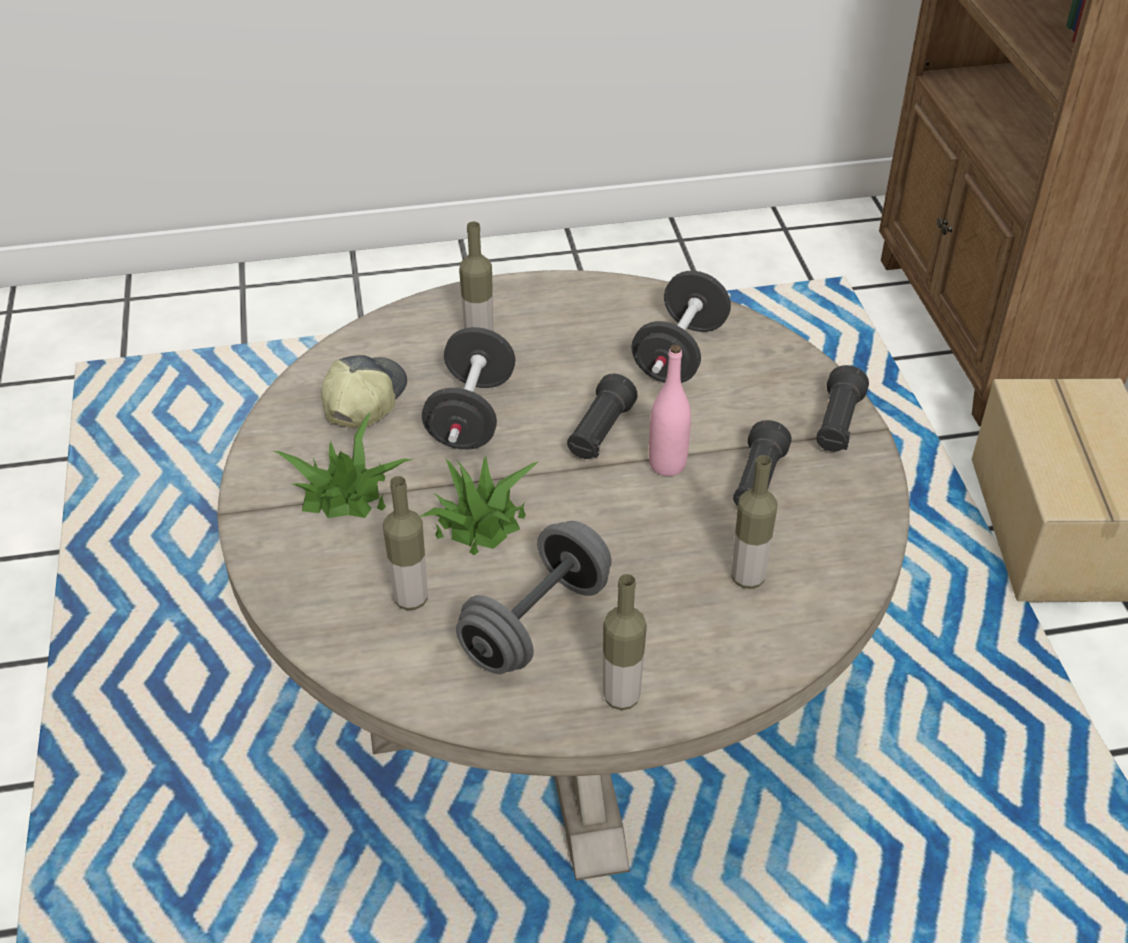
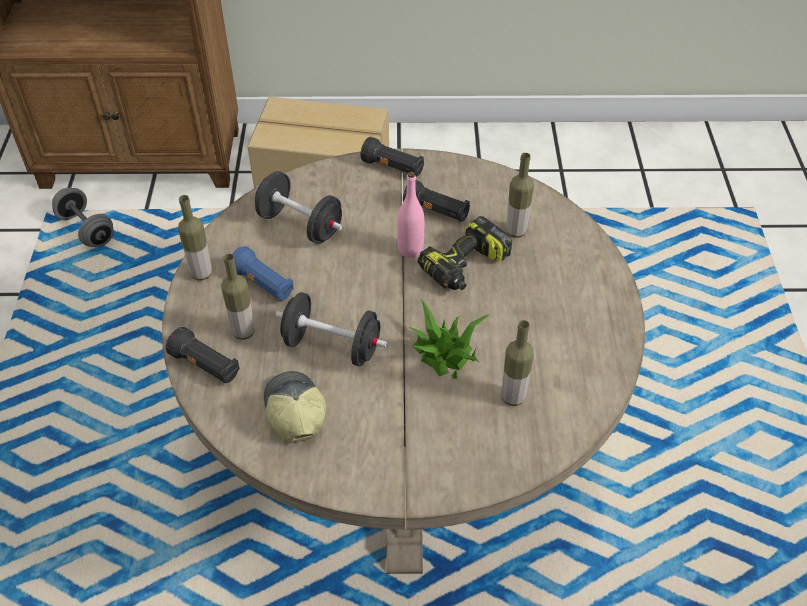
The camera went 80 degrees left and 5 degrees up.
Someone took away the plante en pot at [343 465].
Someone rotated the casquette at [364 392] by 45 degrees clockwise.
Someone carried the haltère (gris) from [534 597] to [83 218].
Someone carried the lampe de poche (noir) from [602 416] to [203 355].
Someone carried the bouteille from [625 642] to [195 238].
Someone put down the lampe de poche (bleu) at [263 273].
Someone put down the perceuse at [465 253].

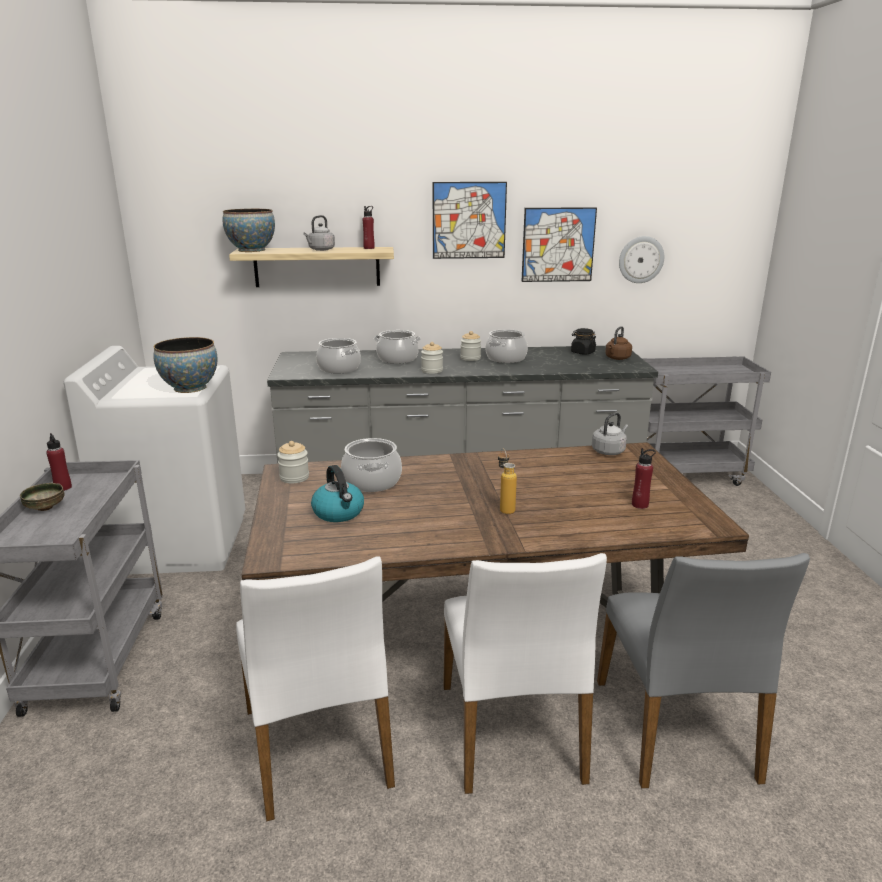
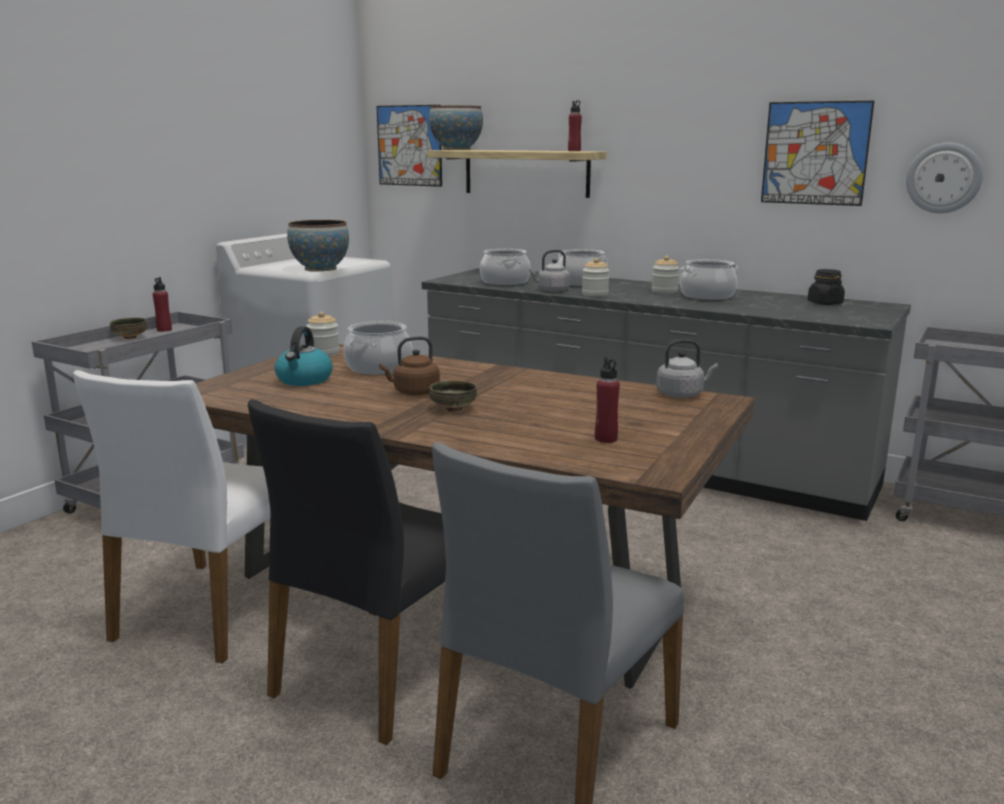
The camera went 35 degrees right and 5 degrees down.
Someone carried the bouilloire (gris) from [319 233] to [550 271].
Someone carried the tableau from [470 220] to [409 146].
Someone repainted the chaise (blanc) at [525 673], which became the chaise (noir) at [347 572].
Someone swapped the bouteille at [507 481] for the bol at [453 396].
Someone carried the bouilloire (marron) from [618 343] to [409 366].

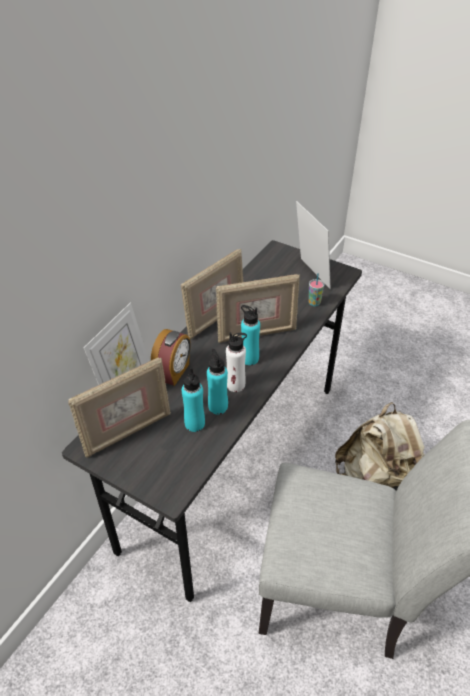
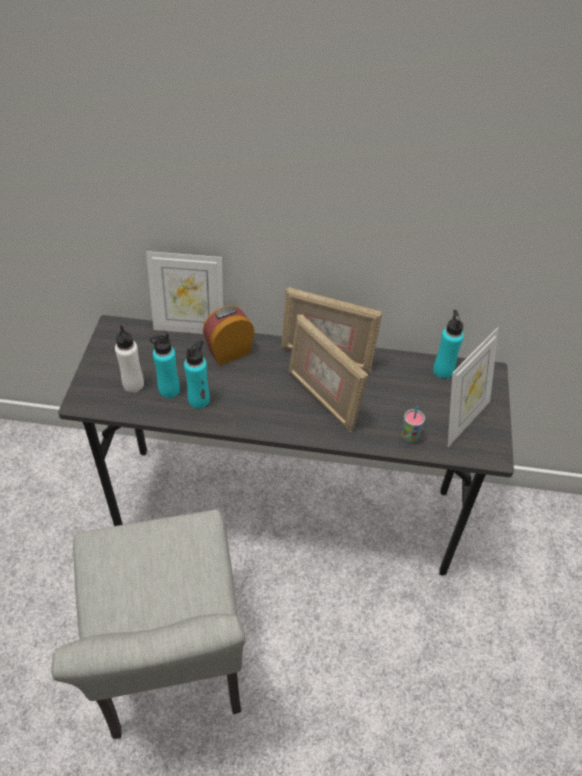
The camera went 65 degrees right and 5 degrees up.
Someone took away the cadre photo at [119 408].
Someone rotated the réveil at [171 357] by 150 degrees clockwise.
Someone carried the bouteille (blanc) from [236 362] to [129 359].
Someone carried the bouteille (turquoise) from [250 335] to [448 344].
Someone took away the sac à dos (beige) at [380 446].

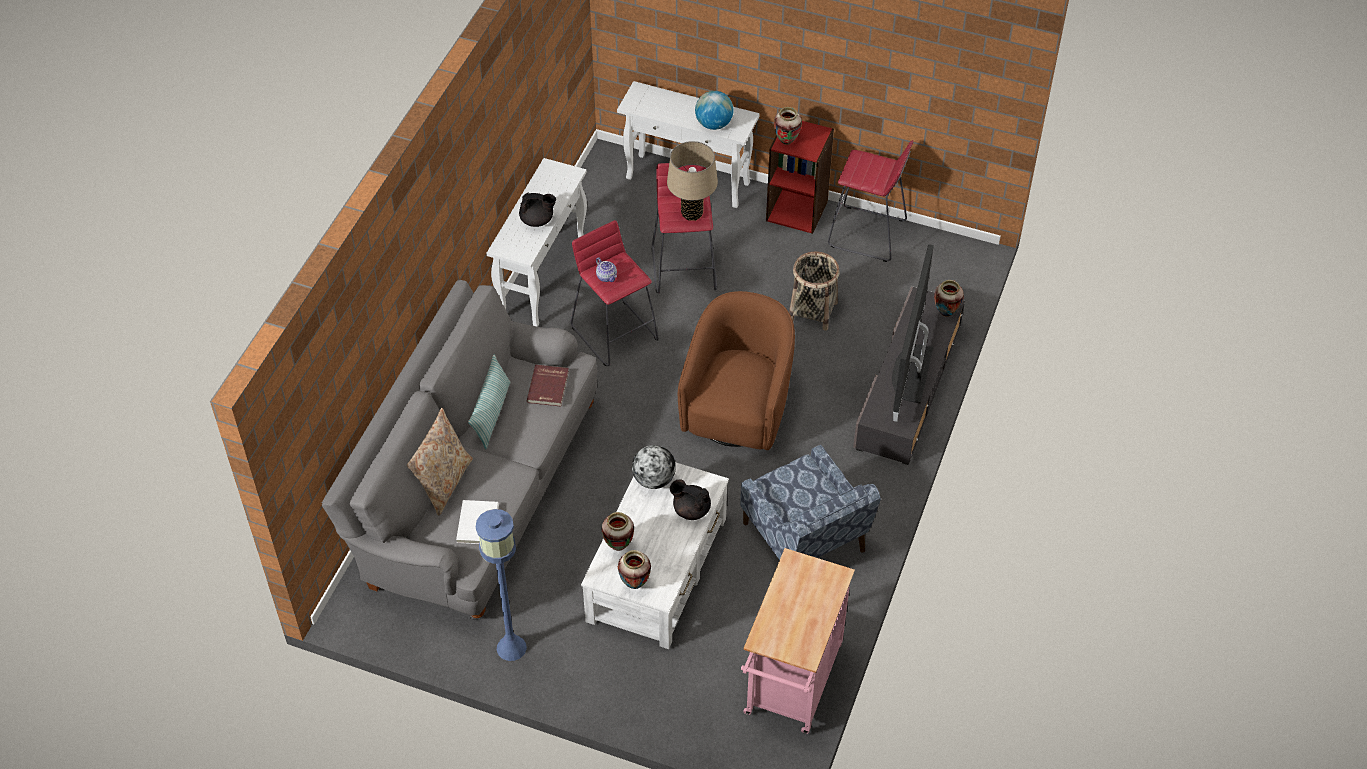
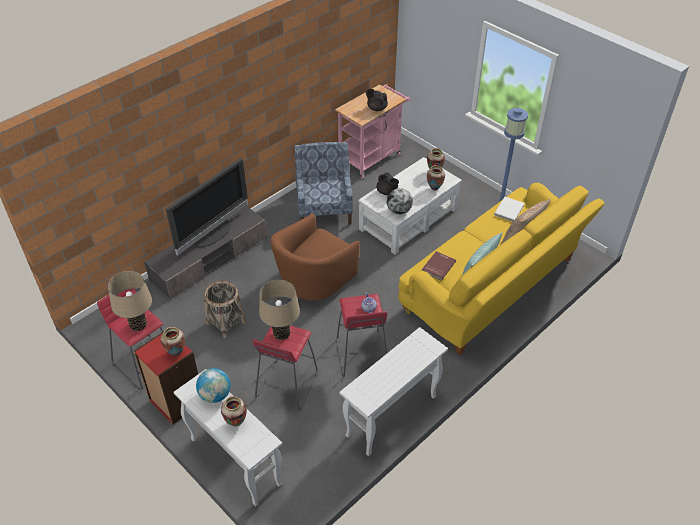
The camera went 155 degrees left and 5 degrees down.
Someone repainted the canapé (gris) at [459 450], which became the canapé (jaune) at [501 269].
Someone carried the théière (noir) from [537 210] to [377 100].
Someone carried the vase from [949 298] to [234 411].
Someone put down the lampe de table (beige) at [130 301].

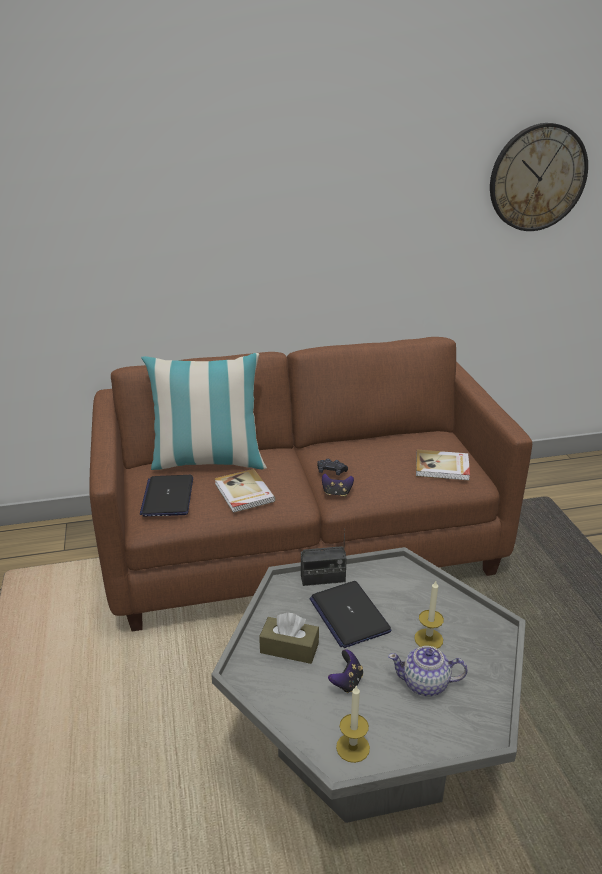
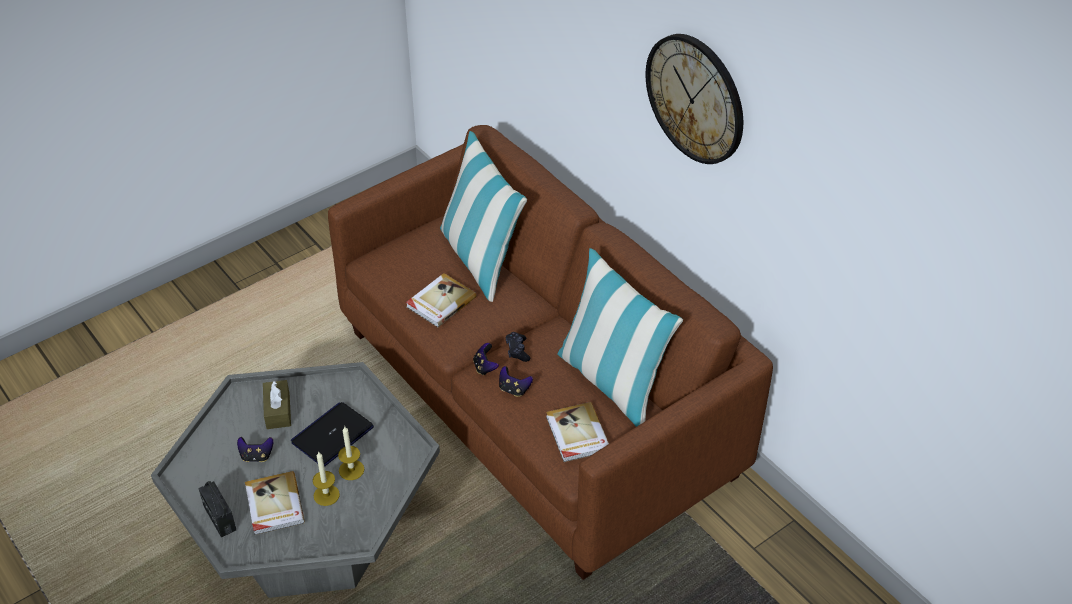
The camera went 65 degrees right and 15 degrees up.
Someone took away the ordinateur portable at [166 495].
Someone carried the radio from [324 557] to [217 509].
Someone carried the bougie from [353 724] to [351 453].
Someone swapped the théière at [428 671] for the livre at [275 503].
Someone carried the horloge murale from [539 177] to [694 99].
Someone put down the manette at [516 381].
Someone put down the coussin at [620 337].

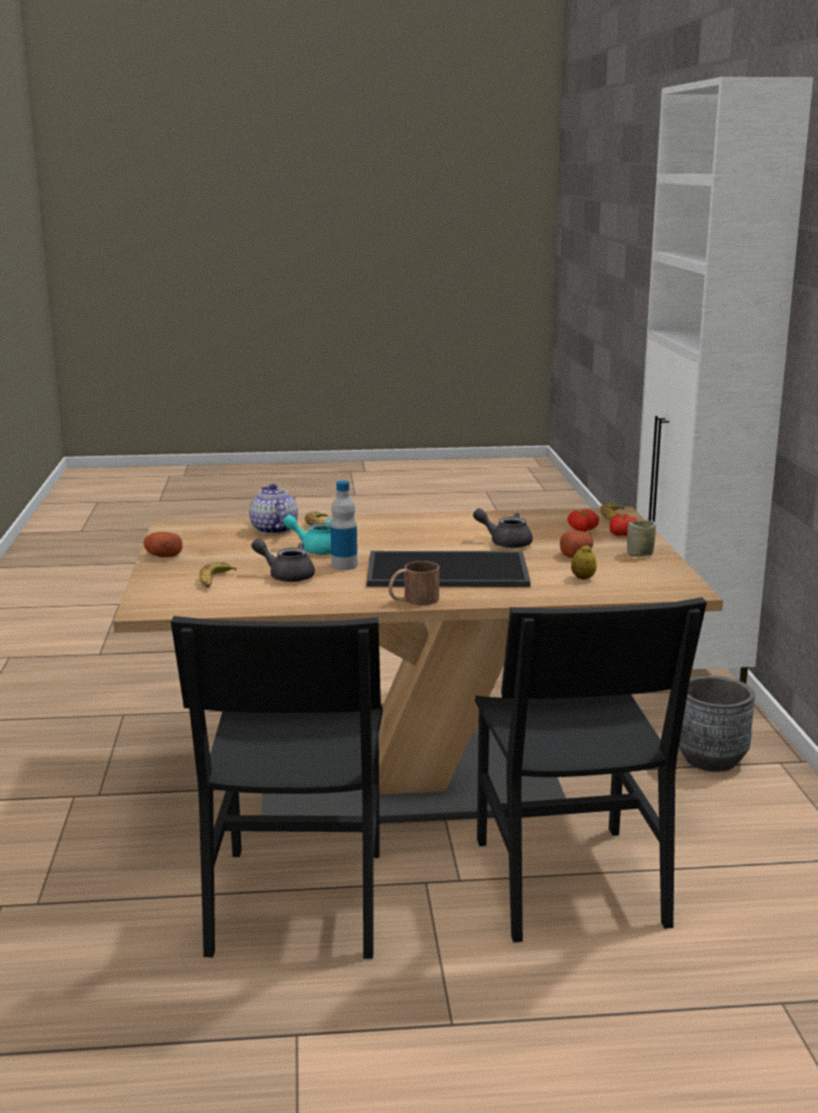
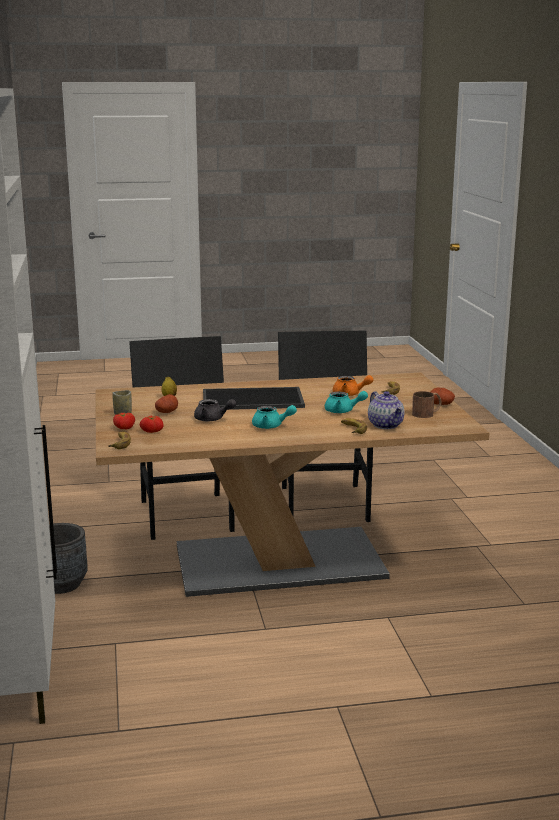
The camera went 175 degrees right and 0 degrees up.
Someone repainted the théière (gris) at [283 560], which became the théière (orange) at [353 385].
Someone took away the bouteille at [343 525].
Someone carried the mug (marron) from [413 583] to [427 404].
Someone put down the théière (turquoise) at [274 417].

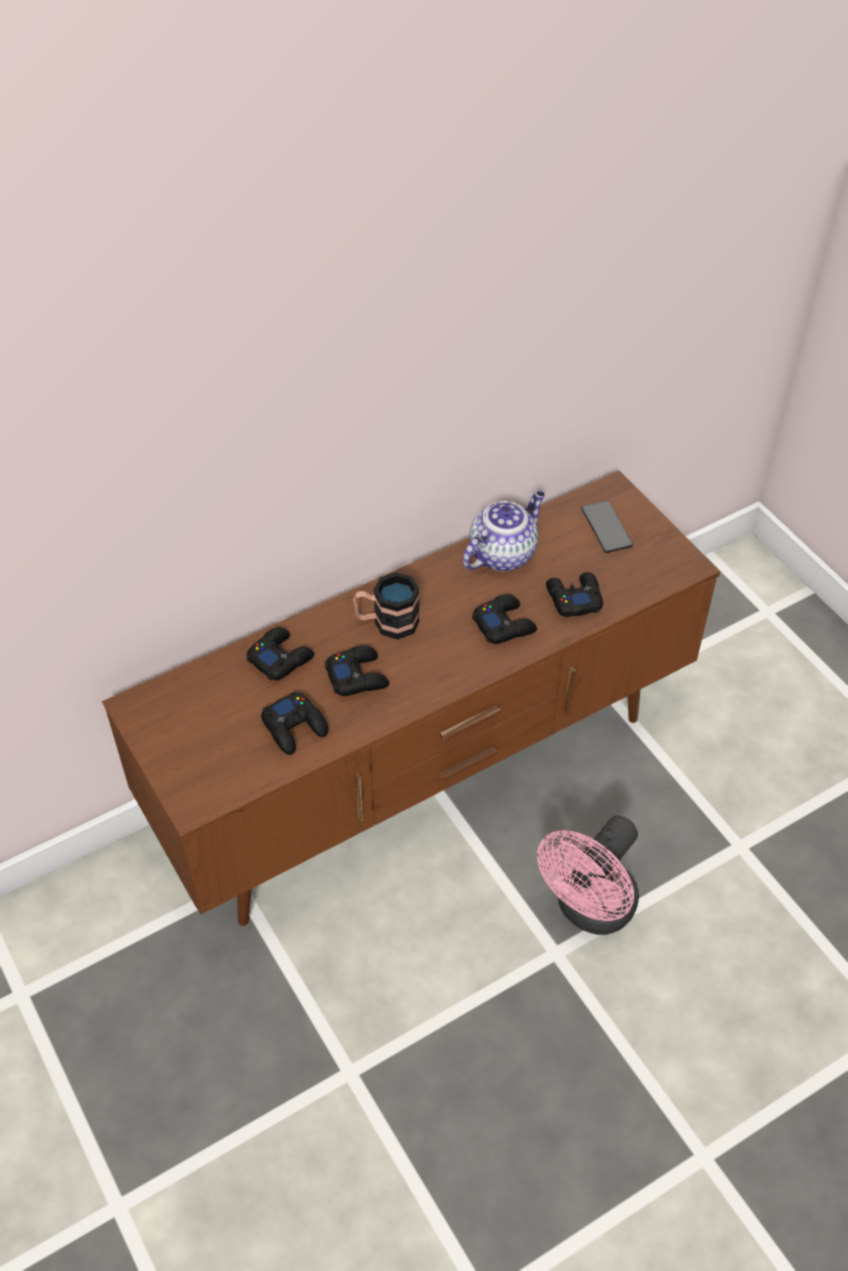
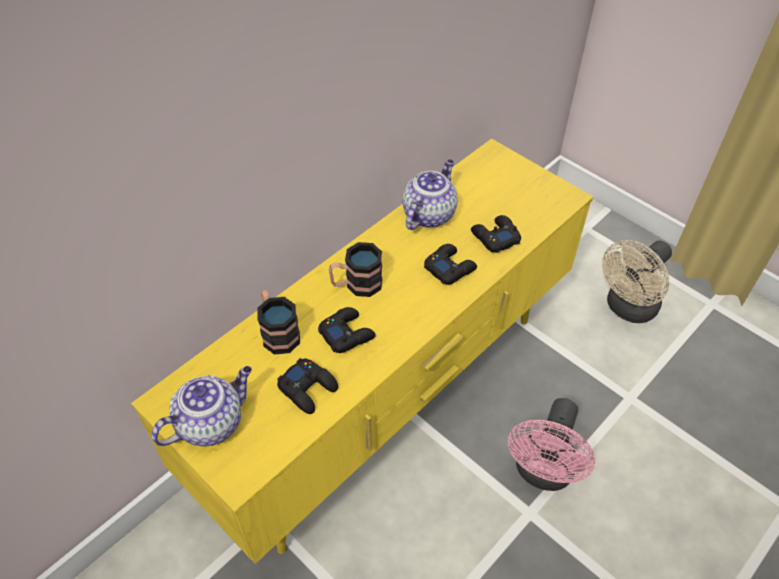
The camera went 15 degrees left and 0 degrees up.
Someone repainted the meuble télé (marron) at [411 698], which became the meuble télé (jaune) at [362 351].
Someone swapped the manette (noir) at [280 653] for the mug at [278 322].
Someone took away the téléphone at [607 526].
Someone put down the théière at [201 406].
Someone put down the ventilateur (beige) at [637 281].

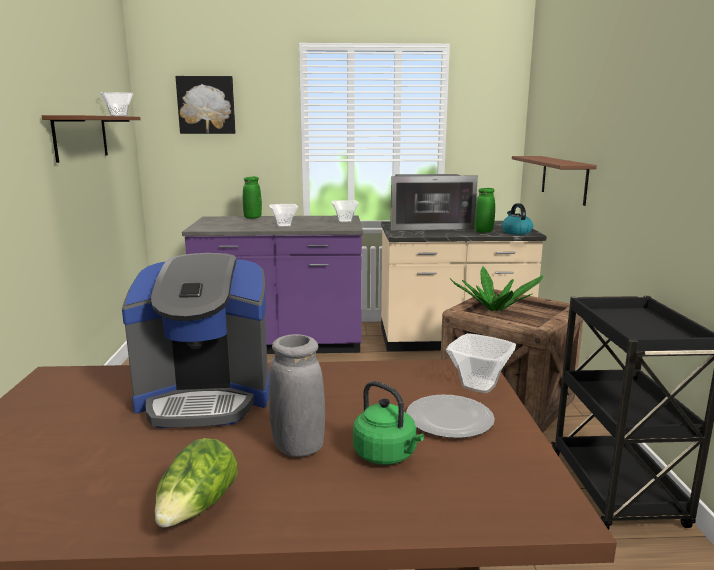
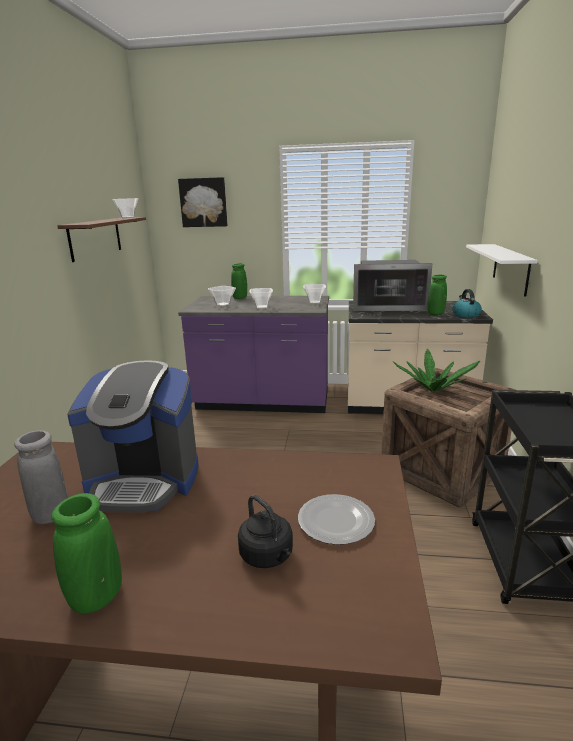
The camera went 10 degrees right and 5 degrees up.
Someone swapped the laitue at [195 482] for the vase (vert) at [86 553].
Someone carried the vase (gris) from [297 395] to [41 477].
Someone repainted the bouilloire (vert) at [388 423], which became the bouilloire (noir) at [265 531].
Someone carried the bol from [481 363] to [222 296].
Someone repainted the étagère (marron) at [554 181], which became the étagère (blanc) at [502 270].

